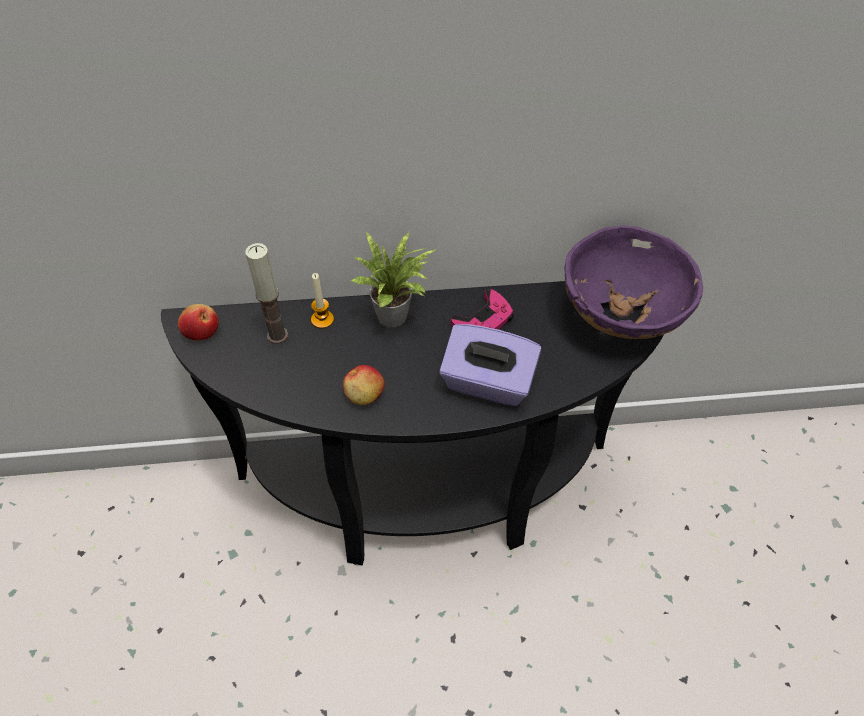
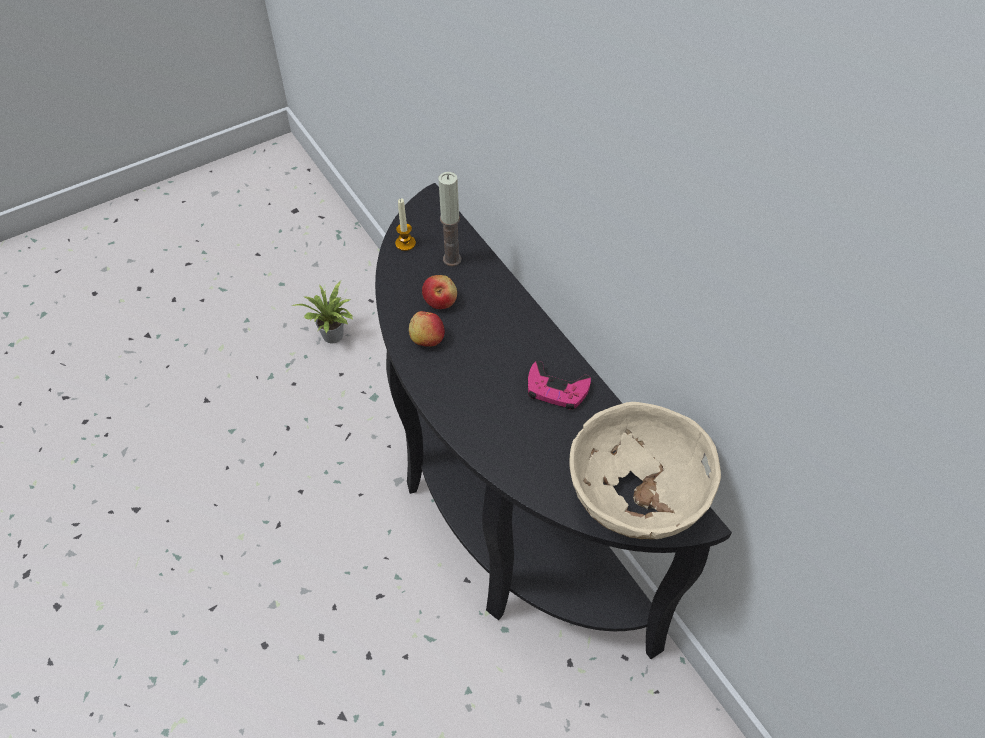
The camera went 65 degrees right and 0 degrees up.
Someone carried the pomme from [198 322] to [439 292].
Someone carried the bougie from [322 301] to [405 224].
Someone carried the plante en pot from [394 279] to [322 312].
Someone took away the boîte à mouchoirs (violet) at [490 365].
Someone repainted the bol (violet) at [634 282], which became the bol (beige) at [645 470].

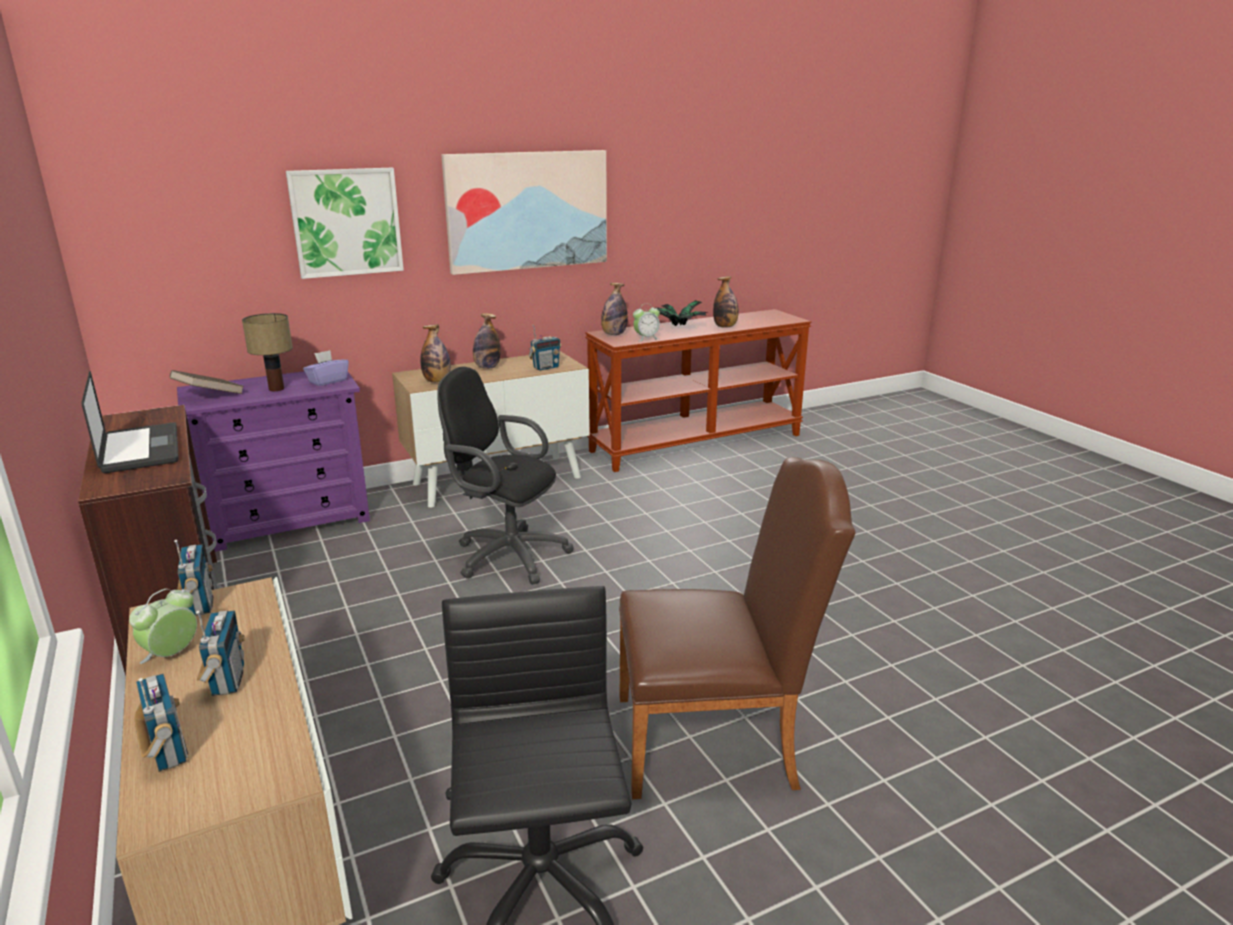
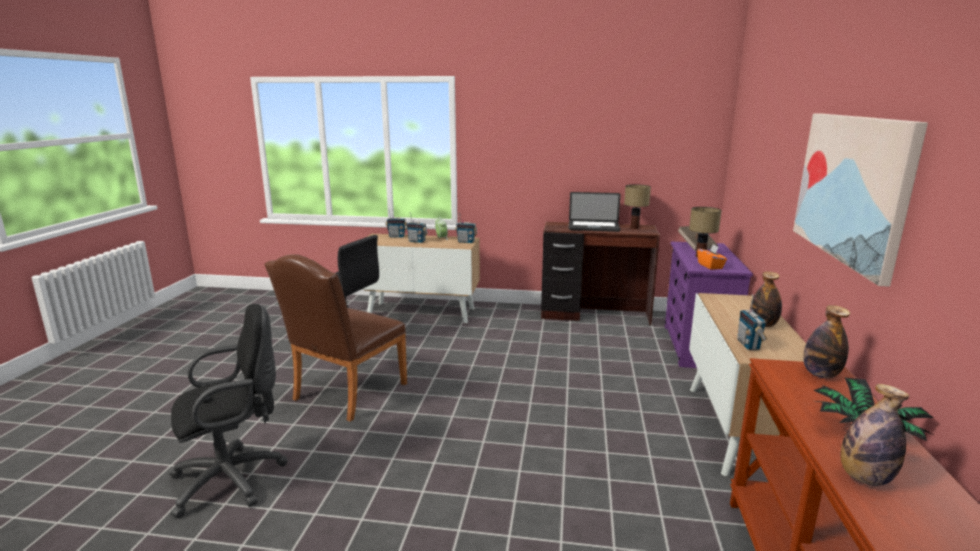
The camera went 125 degrees right and 5 degrees down.
Someone took away the tableau at [345 223].
Someone repainted the boîte à mouchoirs (violet) at [326 368], which became the boîte à mouchoirs (orange) at [712 257].
Someone took away the bouteille at [435 353].
Someone carried the chaise de bureau (noir) from [505 476] to [229 411].
Someone took away the réveil at [646 323].
Someone put down the lampe de table at [637 206].

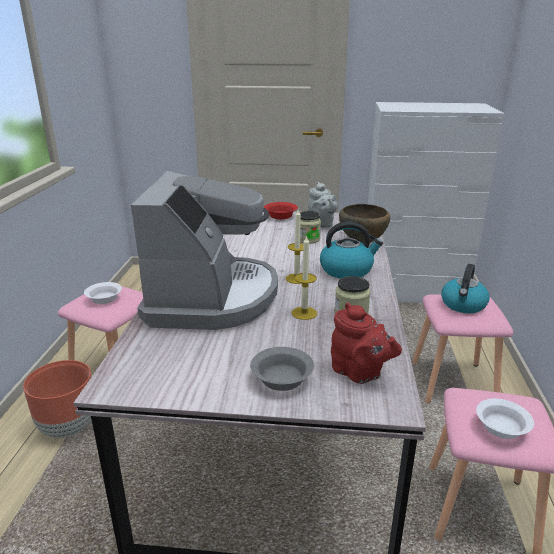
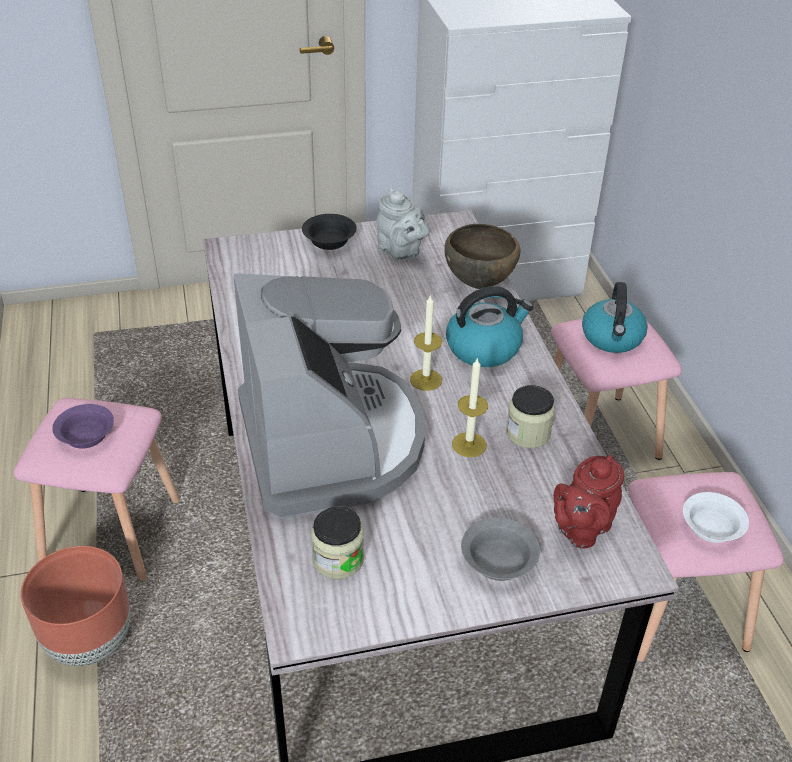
The camera went 20 degrees left and 15 degrees up.
Someone repainted the bol (blanc) at [103 293], which became the bol (violet) at [83 426].
Someone repainted the bol (rouge) at [281 210], which became the bol (noir) at [329 232].
Someone carried the bocal from [310 227] to [337 543].
Someone rotated the théière (rouge) at [366 343] by 105 degrees clockwise.

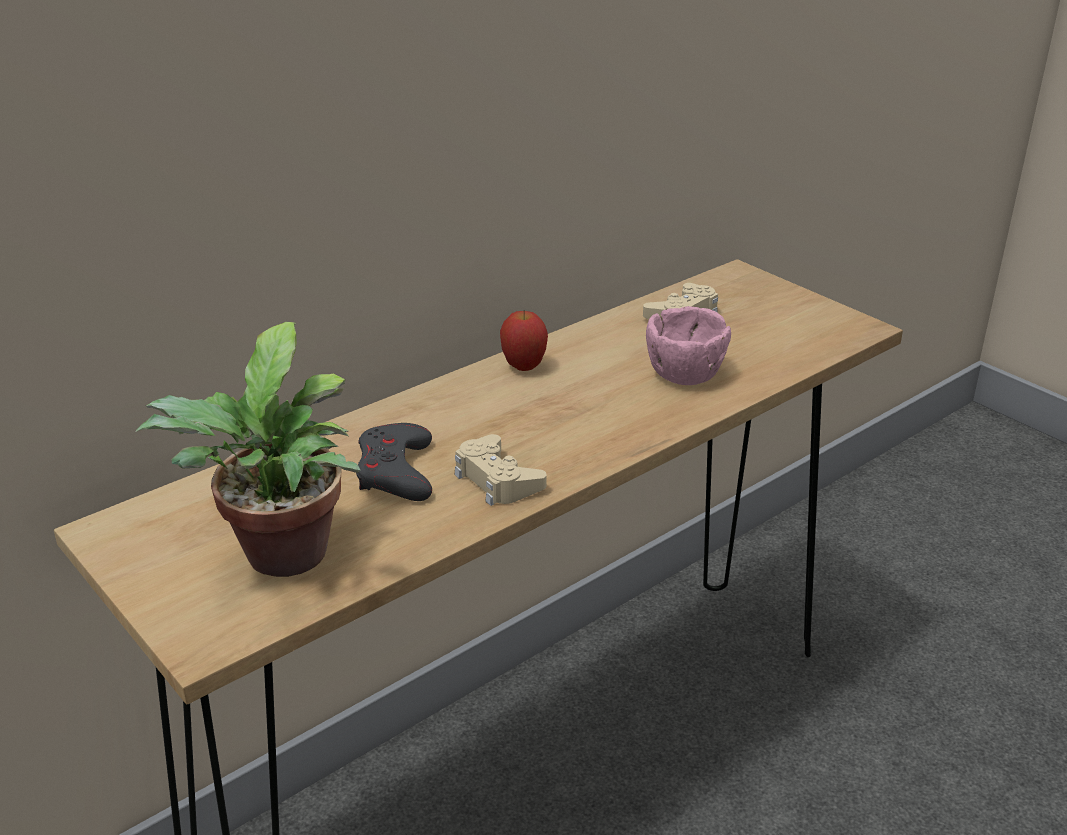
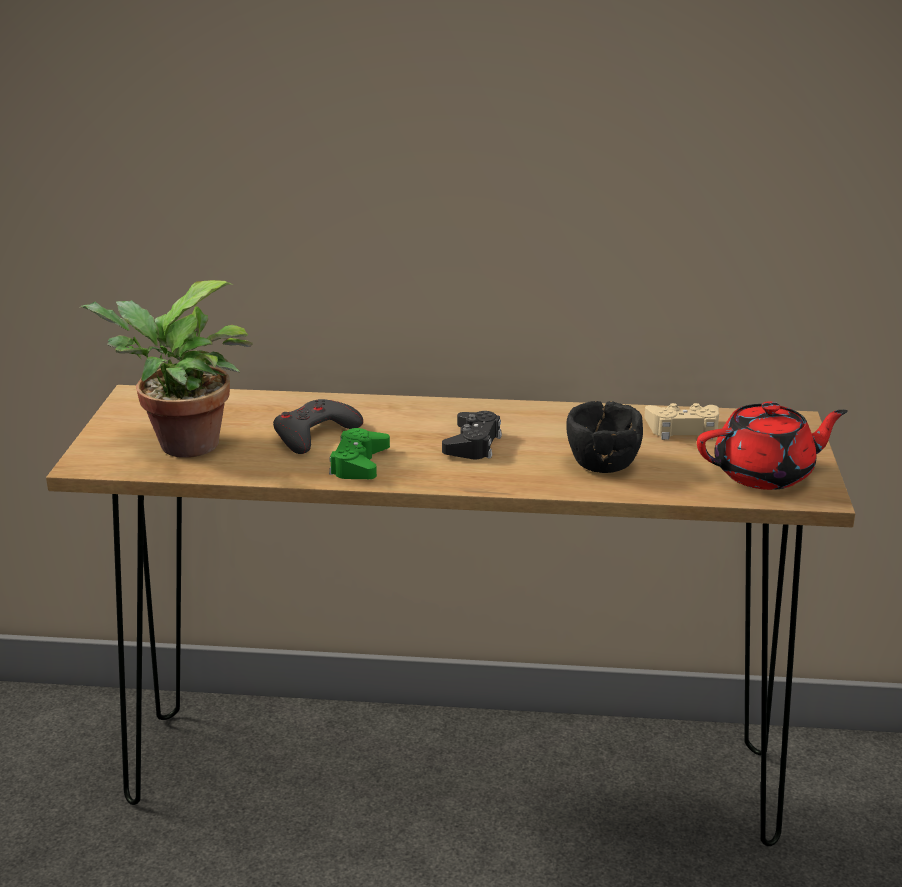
The camera went 45 degrees right and 5 degrees down.
Someone repainted the manette (beige) at [501 470], which became the manette (vert) at [359 453].
Someone took away the pomme at [524 341].
Someone repainted the bol (rose) at [688 345], which became the bol (noir) at [604 437].
Someone put down the manette (noir) at [472 435].
Someone put down the théière (rouge) at [772 445].

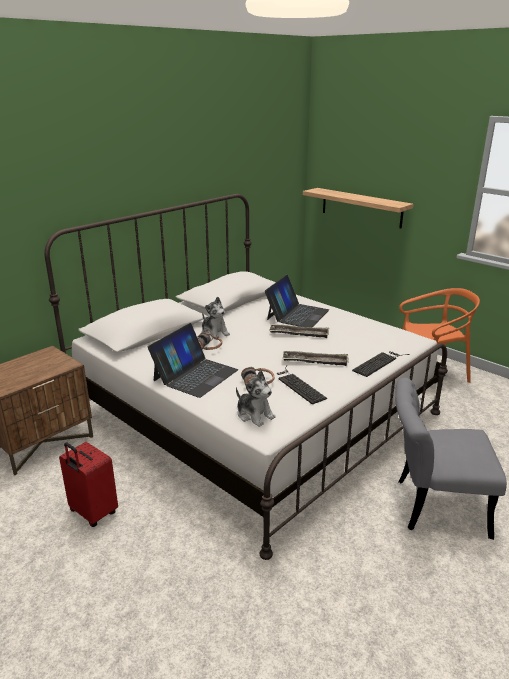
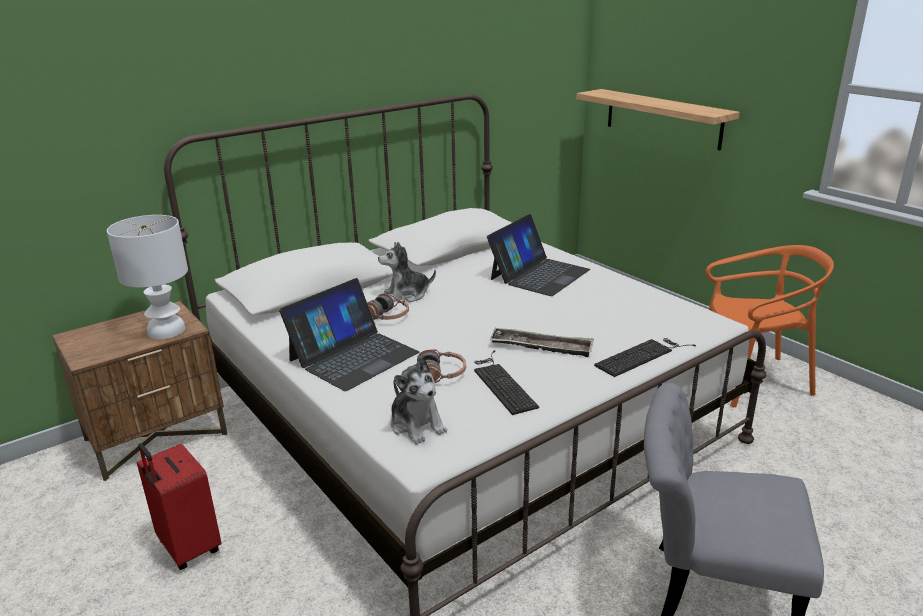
The camera went 10 degrees right and 0 degrees up.
Someone rotated the peluche at [216 318] by 105 degrees clockwise.
Someone took away the plateau at [299 331].
Someone put down the lampe de table (blanc) at [147 277].

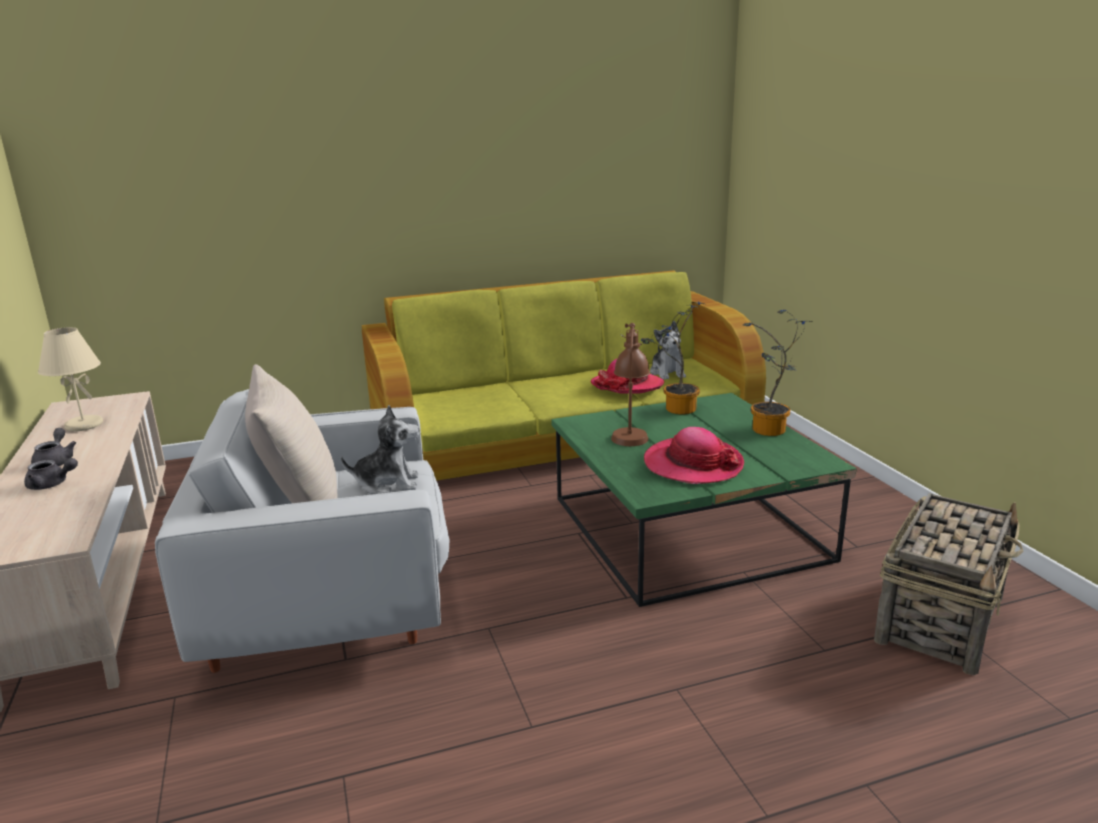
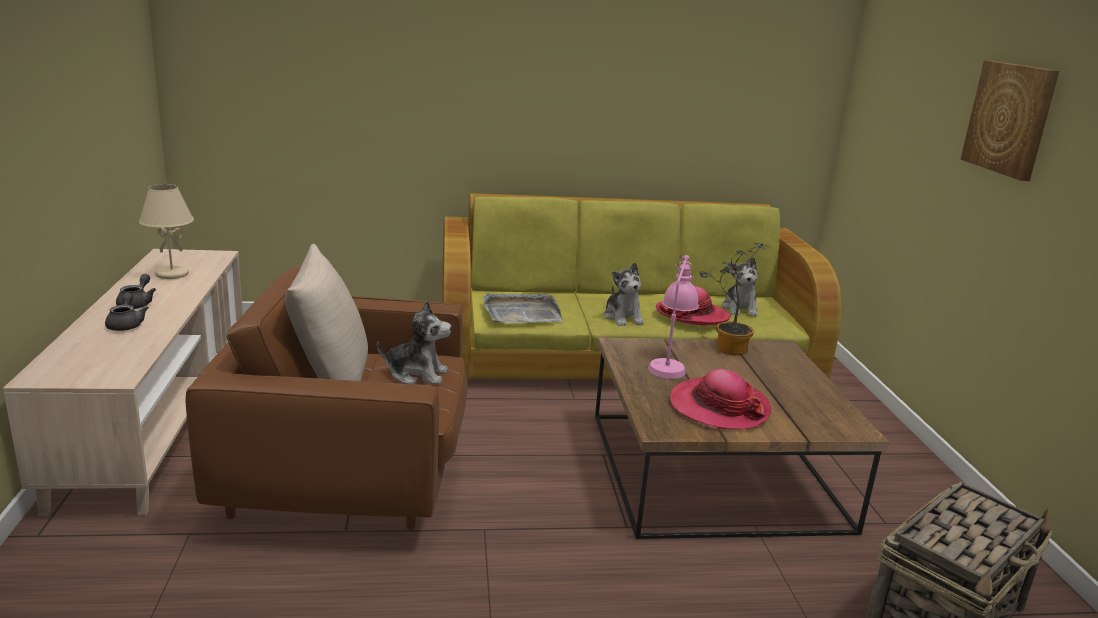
The camera went 10 degrees right and 0 degrees up.
Someone rotated the théière (gris) at [51 474] by 120 degrees counterclockwise.
Someone repainted the fauteuil (blanc) at [302 531], which became the fauteuil (marron) at [326 398].
Someone repainted the table basse (vert) at [704 500], which became the table basse (marron) at [742 438].
Someone repainted the lampe de table (marron) at [630 384], which became the lampe de table (rose) at [673 317].
Someone took away the plante en pot at [778 373].
Someone put down the plateau (gris) at [523 308].
Someone put down the peluche at [624 294].
Someone put up the tableau at [1010 120].

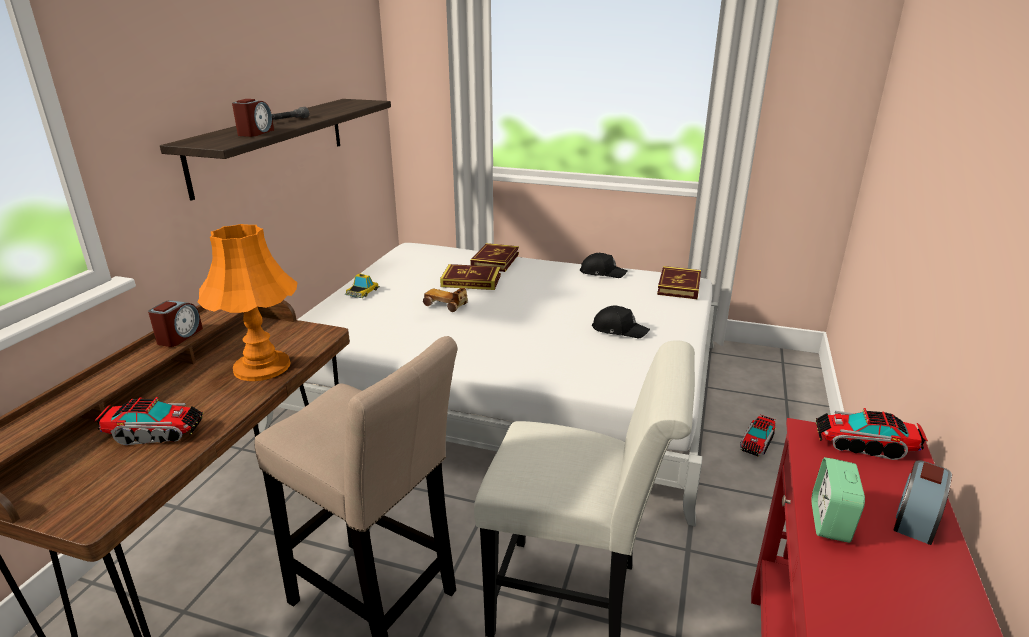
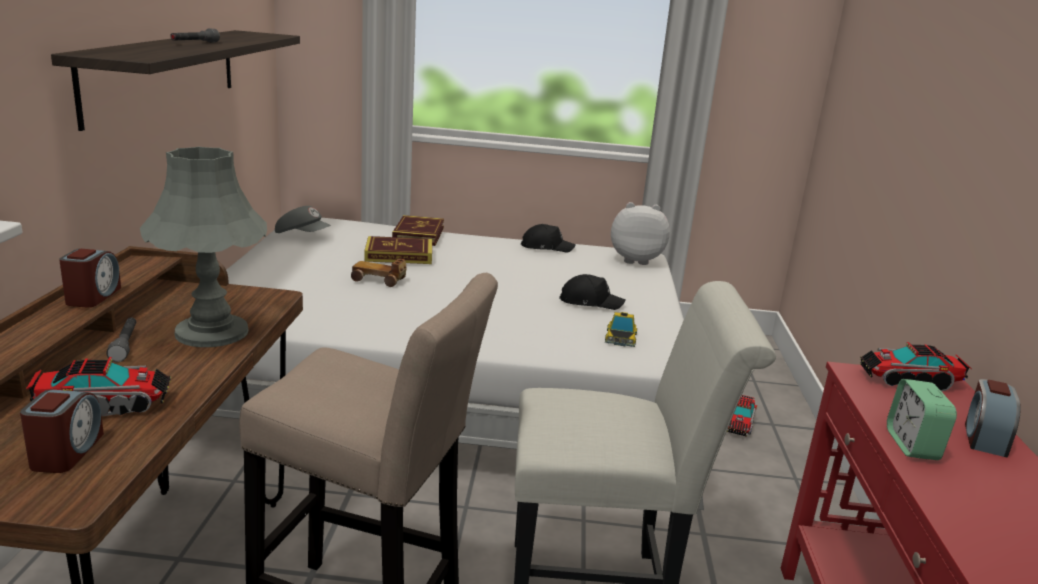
The camera went 15 degrees left and 5 degrees down.
Someone repainted the lampe de table (orange) at [248 302], which became the lampe de table (gris) at [203 246].
Someone carried the réveil from [253 118] to [62 431].
Someone carried the petite voiture from [362 286] to [621 329].
Someone swapped the livre at [679 282] for the peluche at [640 233].
Someone put down the lampe de poche (gris) at [121 339].
Someone put down the casquette (gris) at [303 219].

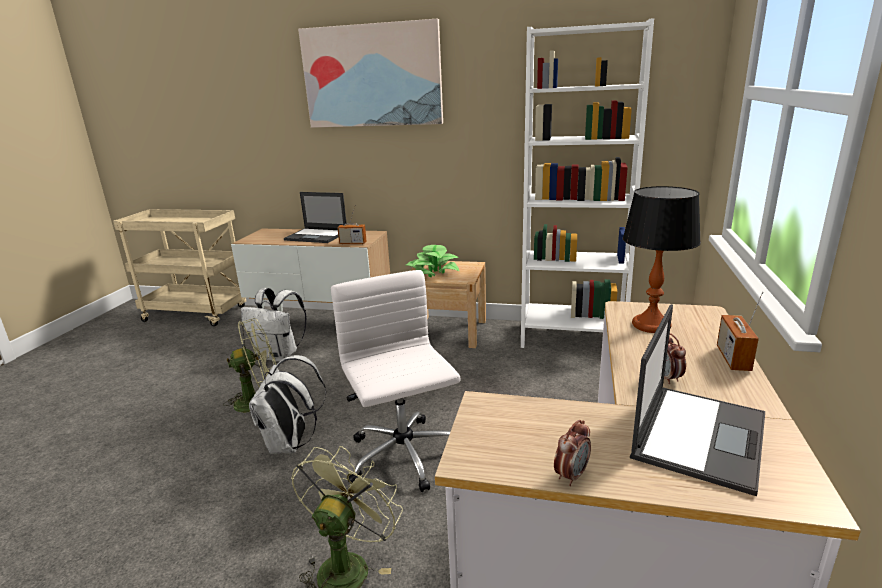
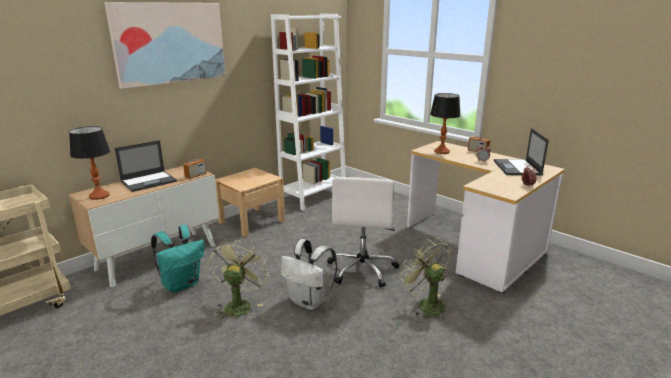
The camera went 60 degrees left and 0 degrees up.
Someone repainted the sac à dos (blanc) at [274 325], which became the sac à dos (turquoise) at [177 259].
Someone rotated the chaise de bureau (blanc) at [396 381] by 90 degrees counterclockwise.
Someone took away the plante en pot at [432 261].
Someone rotated the ordinateur portable at [697 400] by 150 degrees counterclockwise.
Someone put down the lampe de table at [89 163].

